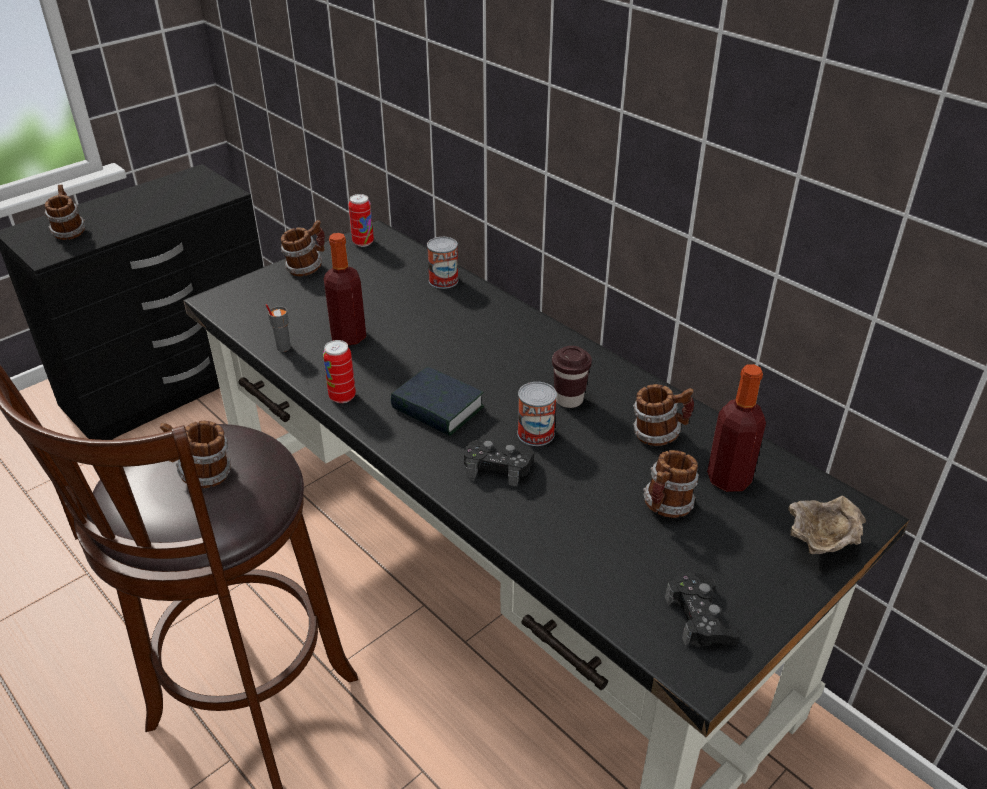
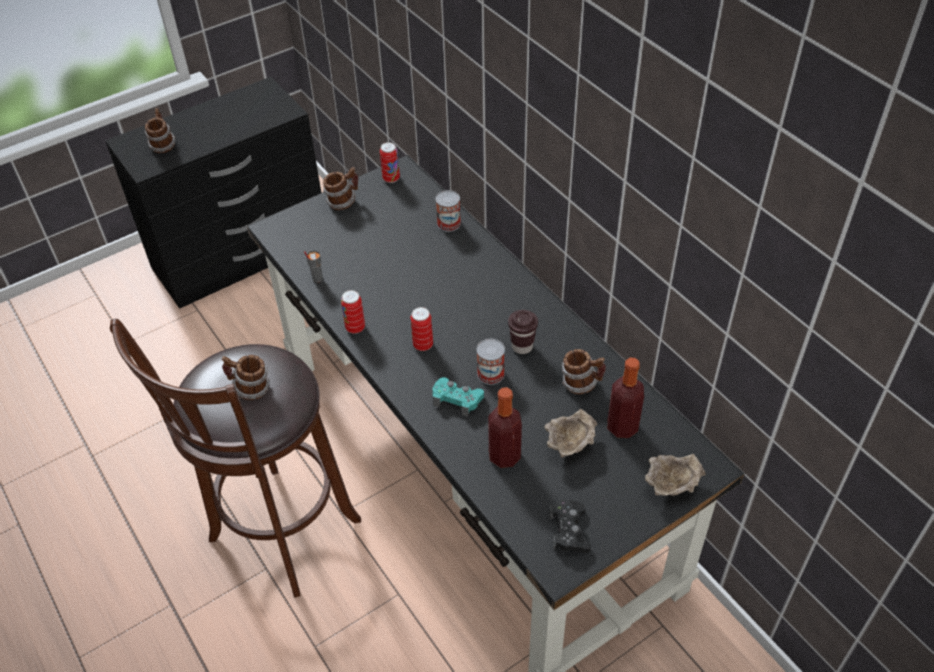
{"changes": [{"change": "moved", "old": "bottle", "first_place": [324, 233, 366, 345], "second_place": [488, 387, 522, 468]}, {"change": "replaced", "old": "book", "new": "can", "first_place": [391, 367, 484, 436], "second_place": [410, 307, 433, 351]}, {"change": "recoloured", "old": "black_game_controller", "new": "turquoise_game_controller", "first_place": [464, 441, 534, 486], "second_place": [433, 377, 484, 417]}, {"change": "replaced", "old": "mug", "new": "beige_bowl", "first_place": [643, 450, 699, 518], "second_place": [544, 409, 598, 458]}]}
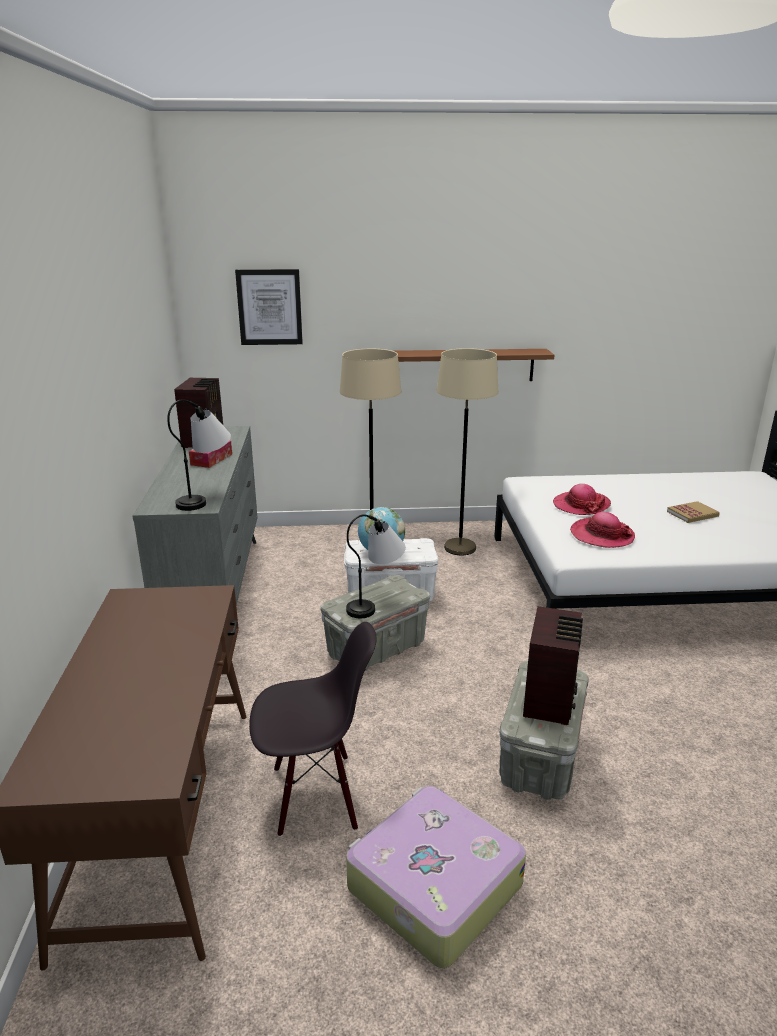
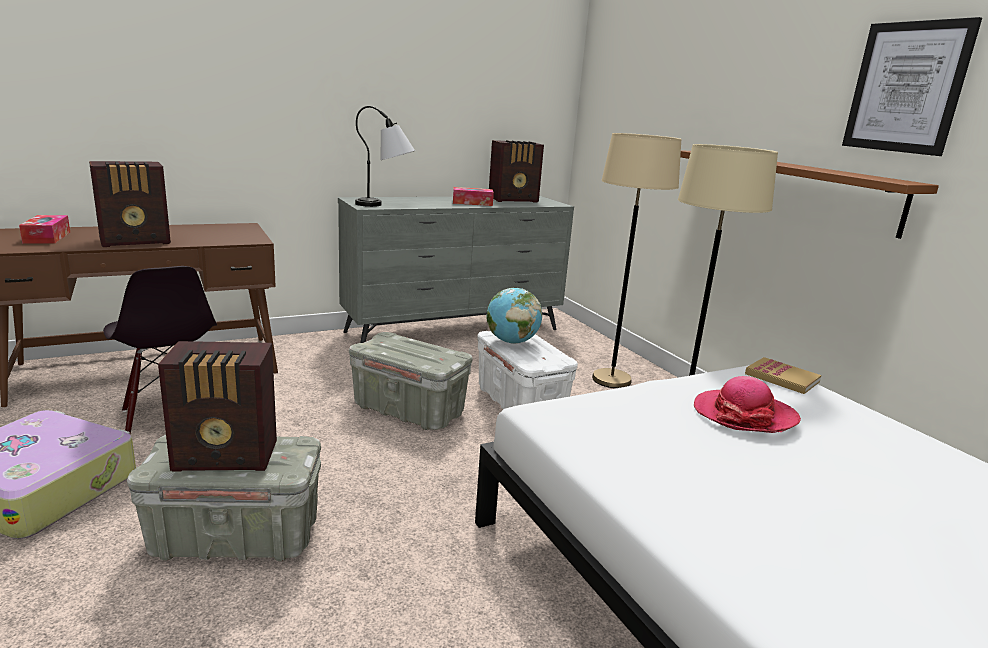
{"changes": [{"change": "moved", "old": "picture", "first_place": [235, 269, 303, 345], "second_place": [842, 17, 982, 156]}, {"change": "moved", "old": "book", "first_place": [667, 501, 720, 523], "second_place": [745, 357, 821, 394]}, {"change": "removed", "old": "hat", "first_place": [570, 512, 635, 548]}, {"change": "removed", "old": "table_lamp", "first_place": [346, 515, 406, 618]}, {"change": "added", "new": "radio", "second_place": [89, 161, 171, 247]}, {"change": "added", "new": "tissue_box", "second_place": [19, 215, 70, 244]}]}
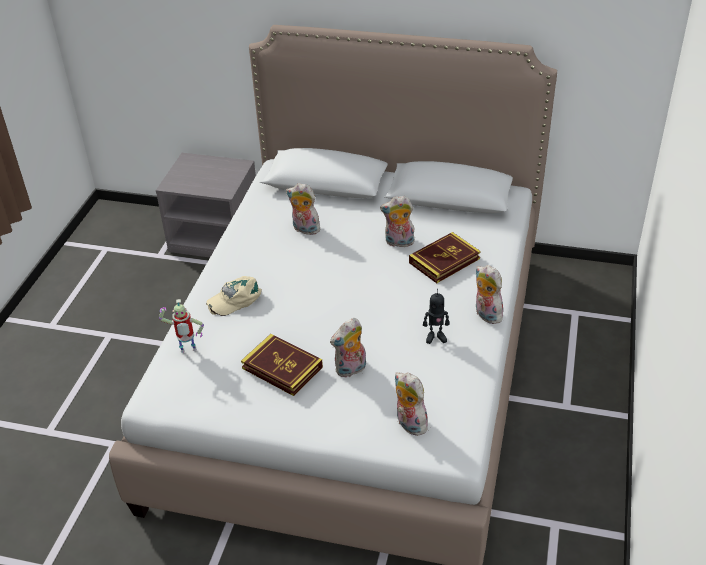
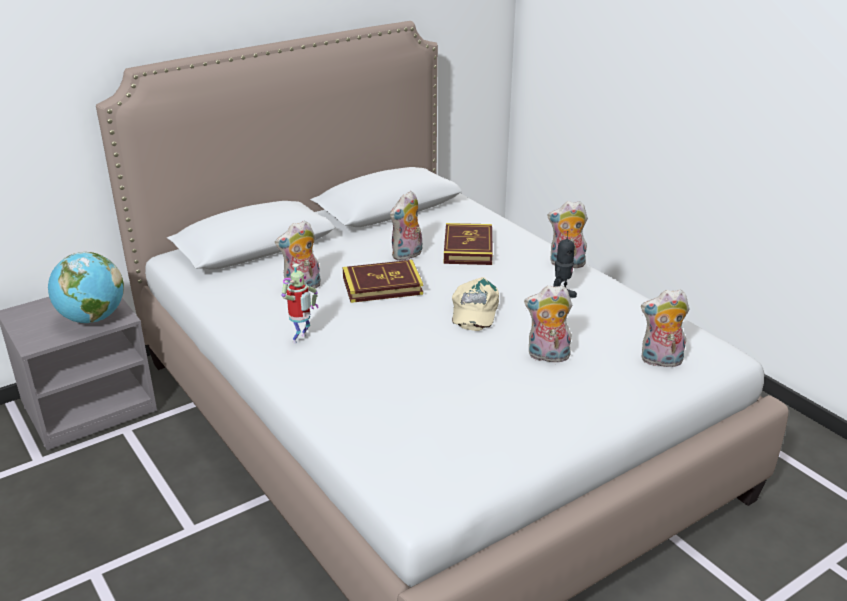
{"changes": [{"change": "moved", "old": "beige_cap", "first_place": [206, 276, 262, 316], "second_place": [452, 277, 499, 331]}, {"change": "moved", "old": "toy_robot", "first_place": [159, 299, 204, 353], "second_place": [281, 263, 318, 344]}, {"change": "turned", "old": "plush_toy", "first_place": [330, 318, 366, 377], "second_place": [524, 285, 572, 363], "degrees": 90}, {"change": "moved", "old": "book", "first_place": [241, 334, 323, 396], "second_place": [343, 260, 423, 303]}, {"change": "added", "new": "globe", "second_place": [48, 252, 124, 323]}]}
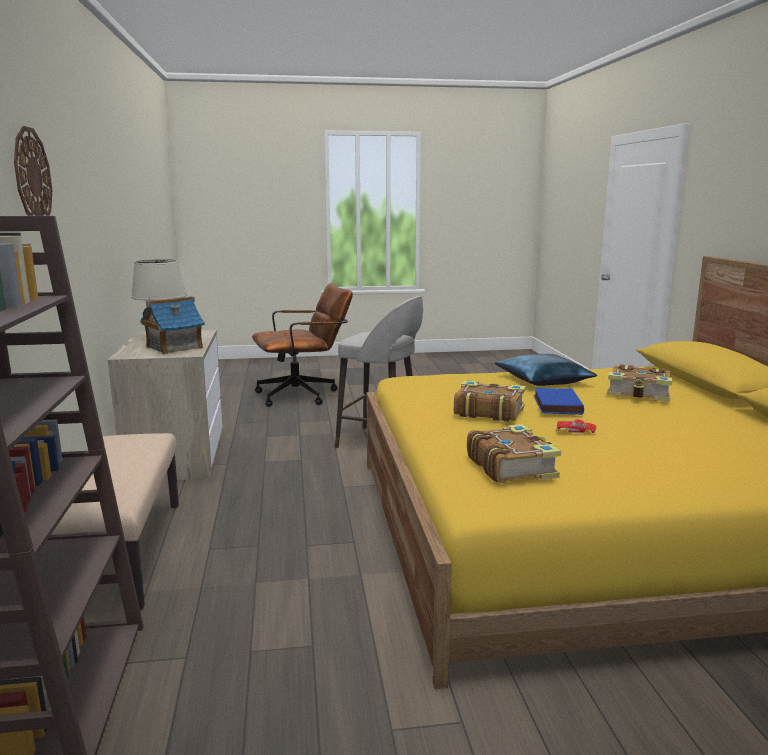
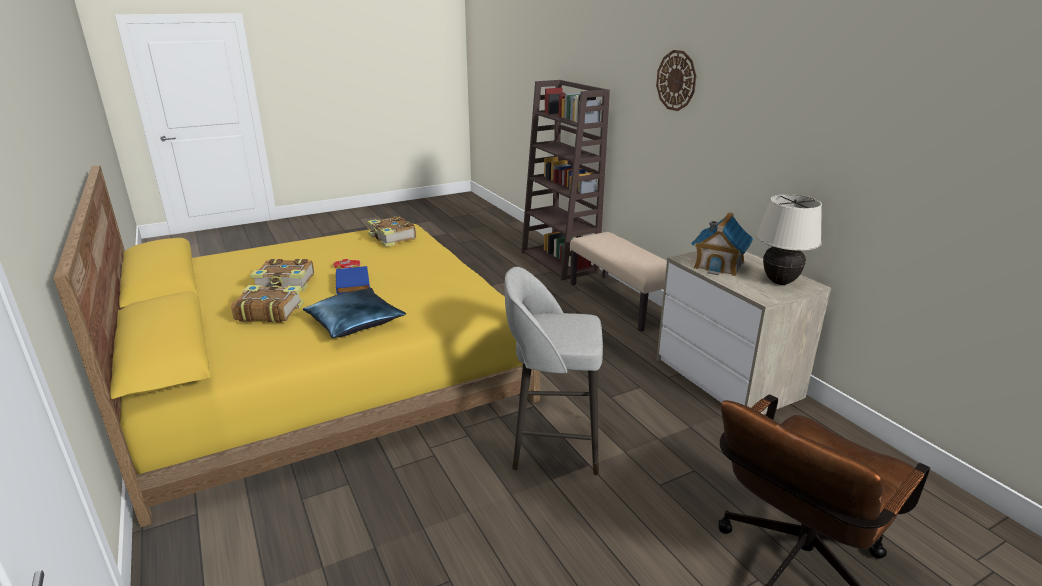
{"changes": [{"change": "moved", "old": "book", "first_place": [454, 380, 526, 422], "second_place": [250, 259, 314, 291]}]}
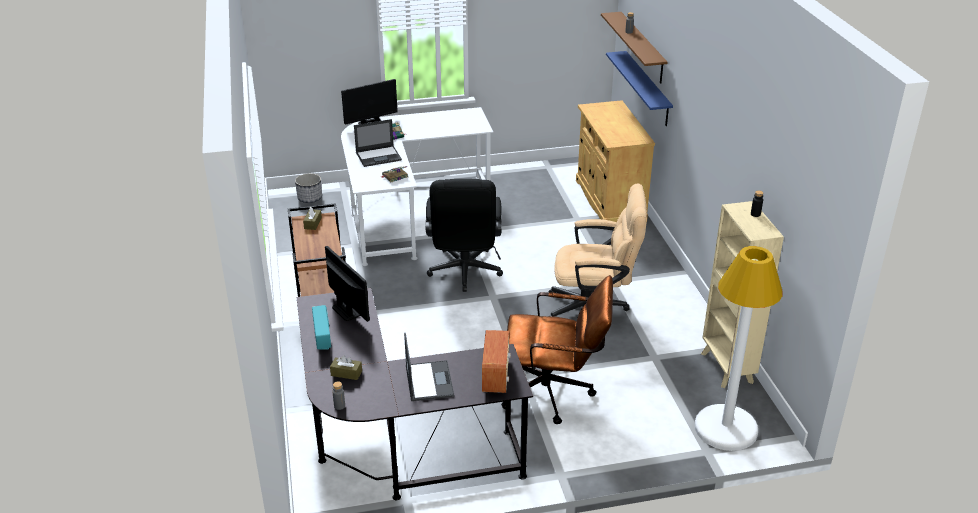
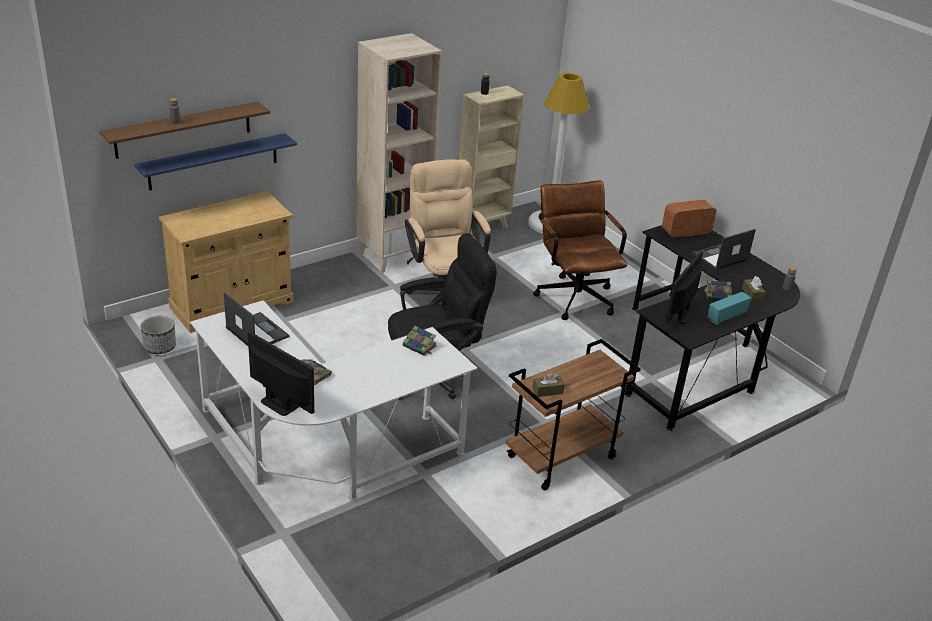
{"changes": [{"change": "moved", "old": "laptop", "first_place": [354, 119, 402, 167], "second_place": [224, 292, 290, 346]}, {"change": "moved", "old": "planter", "first_place": [295, 173, 322, 203], "second_place": [140, 316, 176, 354]}, {"change": "added", "new": "beige_bookcase", "second_place": [356, 33, 442, 273]}, {"change": "added", "new": "book", "second_place": [704, 280, 732, 301]}]}
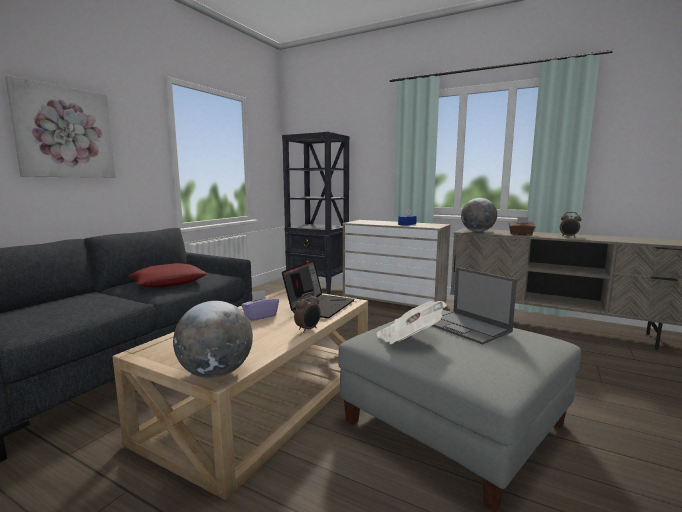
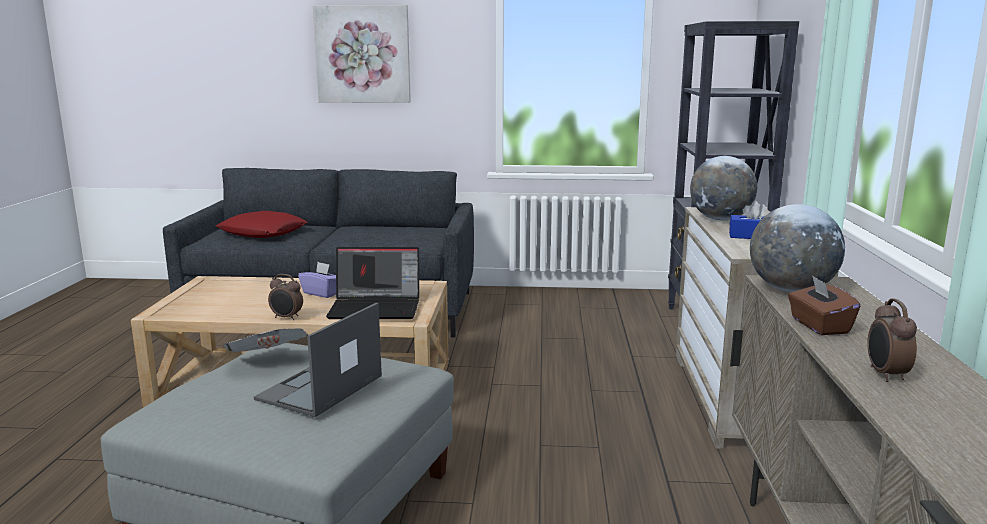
{"changes": [{"change": "moved", "old": "red_pillow", "first_place": [129, 263, 208, 288], "second_place": [216, 211, 308, 238]}, {"change": "moved", "old": "globe", "first_place": [173, 301, 253, 378], "second_place": [690, 156, 757, 220]}]}
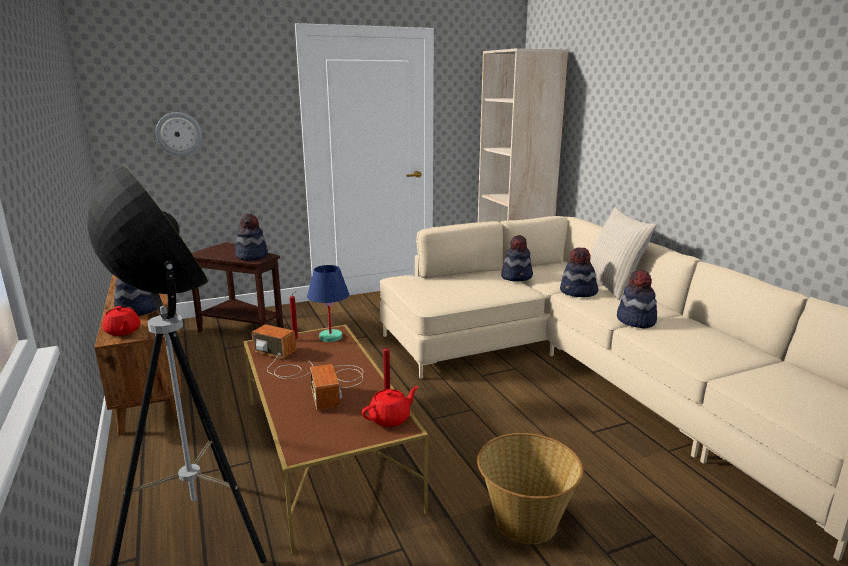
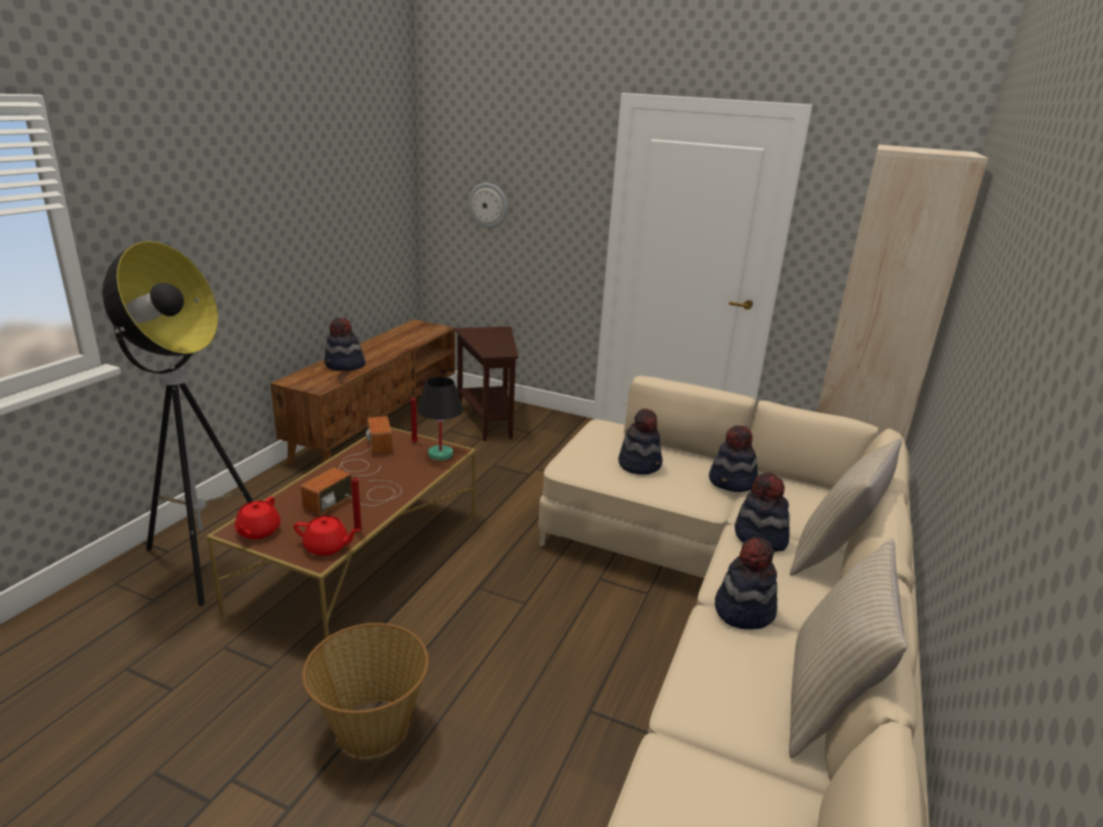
{"changes": [{"change": "moved", "old": "hat", "first_place": [235, 214, 268, 261], "second_place": [618, 408, 663, 475]}, {"change": "recoloured", "old": "blue_table_lamp", "new": "black_table_lamp", "first_place": [307, 265, 349, 342], "second_place": [417, 377, 463, 460]}, {"change": "moved", "old": "red_teapot", "first_place": [102, 306, 140, 336], "second_place": [235, 497, 281, 539]}, {"change": "added", "new": "beige_pillow", "second_place": [789, 538, 908, 758]}]}
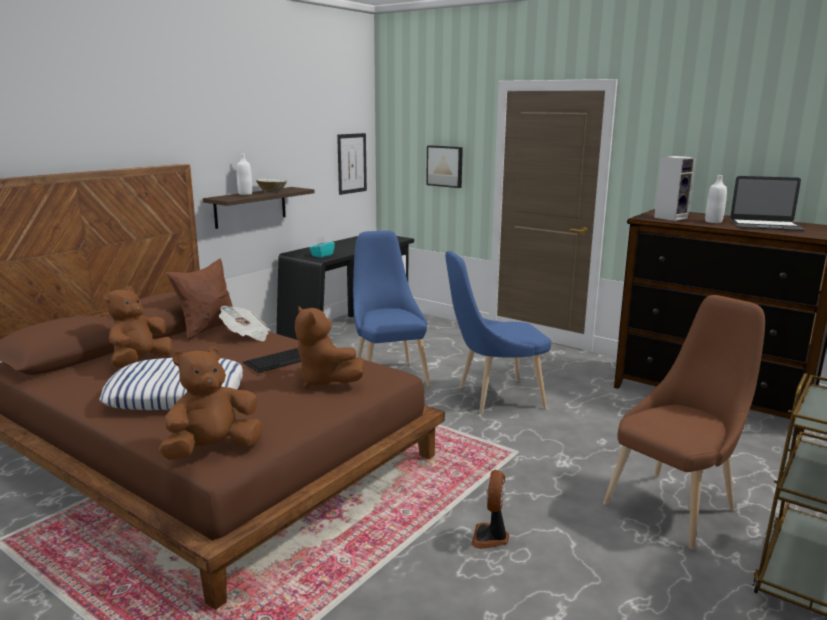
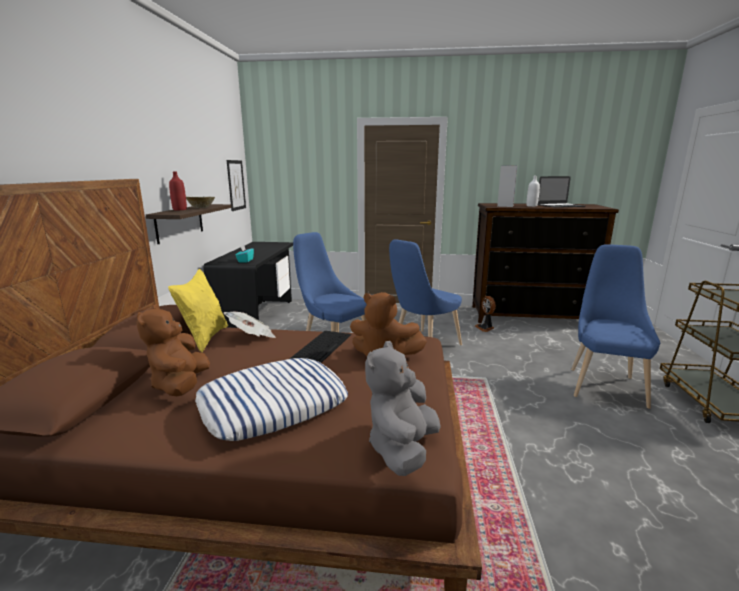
{"changes": [{"change": "removed", "old": "picture", "first_place": [426, 145, 463, 188]}, {"change": "recoloured", "old": "white_bottle", "new": "red_bottle", "first_place": [236, 154, 252, 195], "second_place": [169, 171, 187, 210]}, {"change": "recoloured", "old": "brown_pillow", "new": "yellow_pillow", "first_place": [166, 259, 233, 341], "second_place": [168, 268, 228, 352]}, {"change": "recoloured", "old": "brown_chair", "new": "blue_chair", "first_place": [603, 295, 765, 549], "second_place": [571, 244, 660, 409]}, {"change": "recoloured", "old": "brown_plush_toy", "new": "grey_plush_toy", "first_place": [159, 347, 263, 460], "second_place": [365, 341, 441, 476]}, {"change": "moved", "old": "fan", "first_place": [471, 470, 509, 549], "second_place": [475, 296, 496, 332]}]}
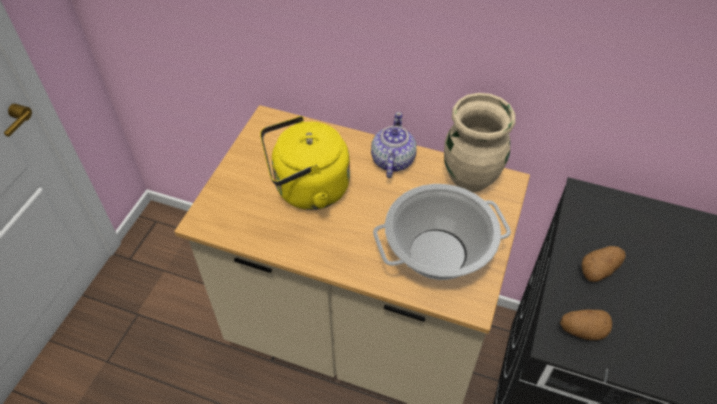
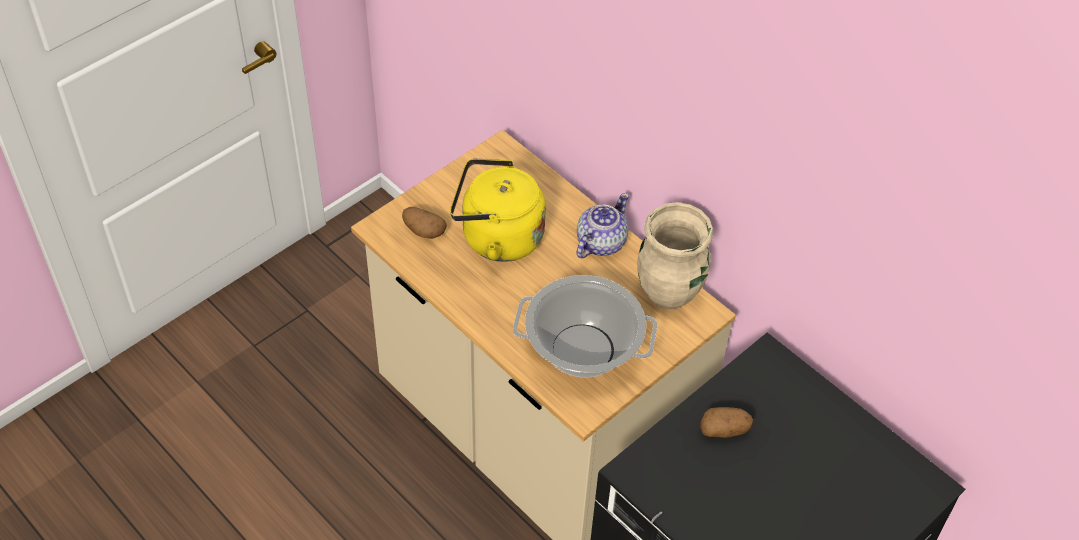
{"changes": [{"change": "moved", "old": "potato", "first_place": [560, 309, 612, 340], "second_place": [402, 207, 447, 239]}]}
